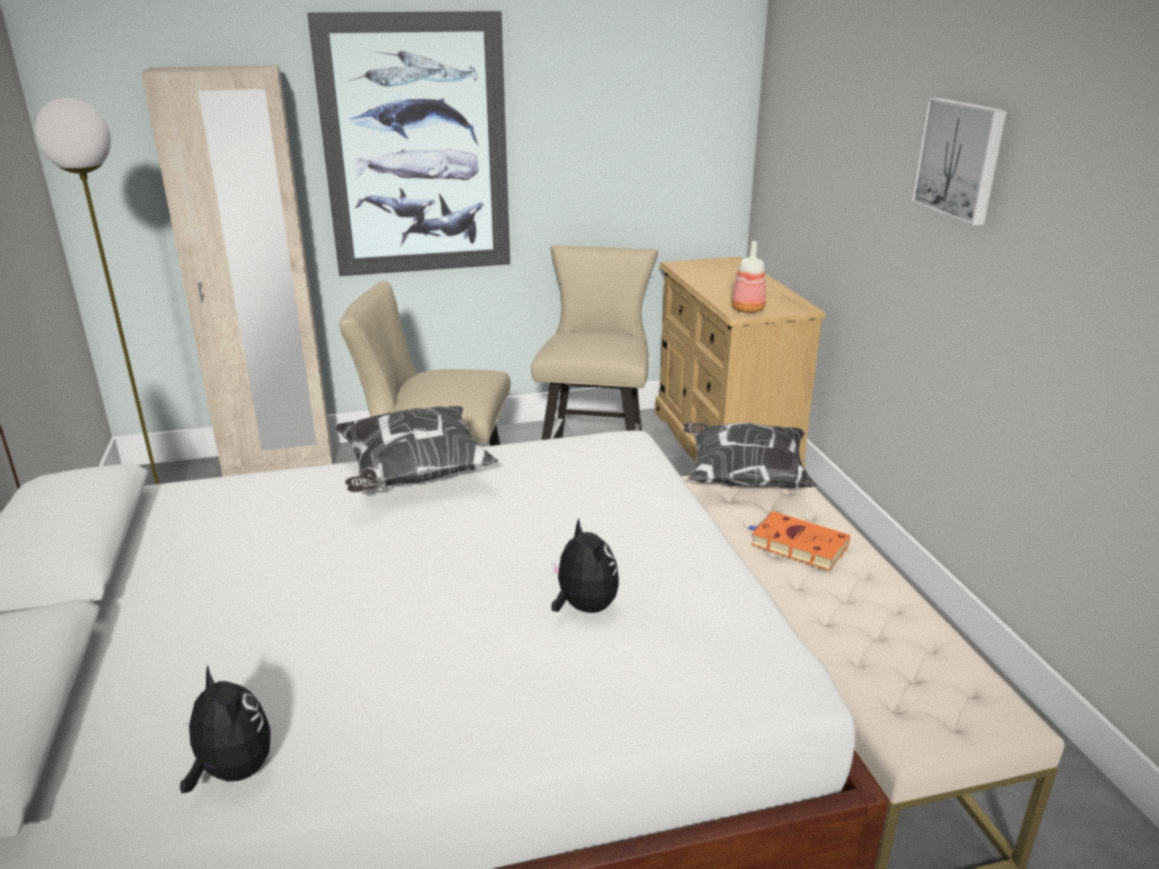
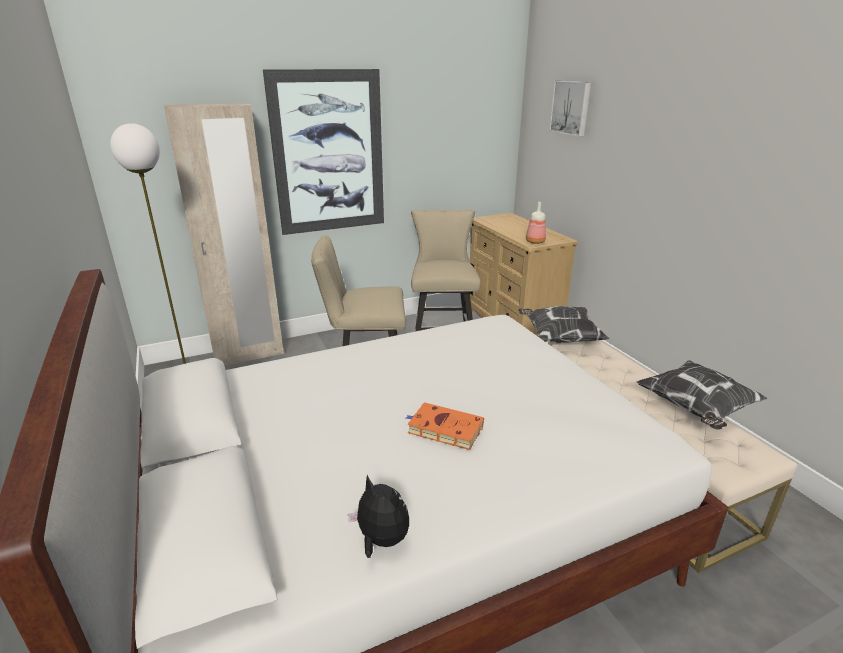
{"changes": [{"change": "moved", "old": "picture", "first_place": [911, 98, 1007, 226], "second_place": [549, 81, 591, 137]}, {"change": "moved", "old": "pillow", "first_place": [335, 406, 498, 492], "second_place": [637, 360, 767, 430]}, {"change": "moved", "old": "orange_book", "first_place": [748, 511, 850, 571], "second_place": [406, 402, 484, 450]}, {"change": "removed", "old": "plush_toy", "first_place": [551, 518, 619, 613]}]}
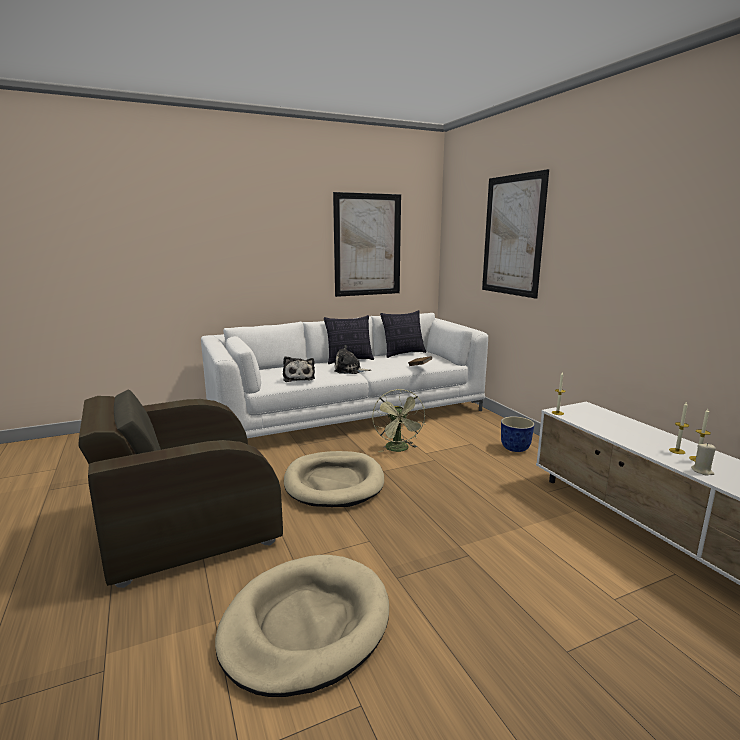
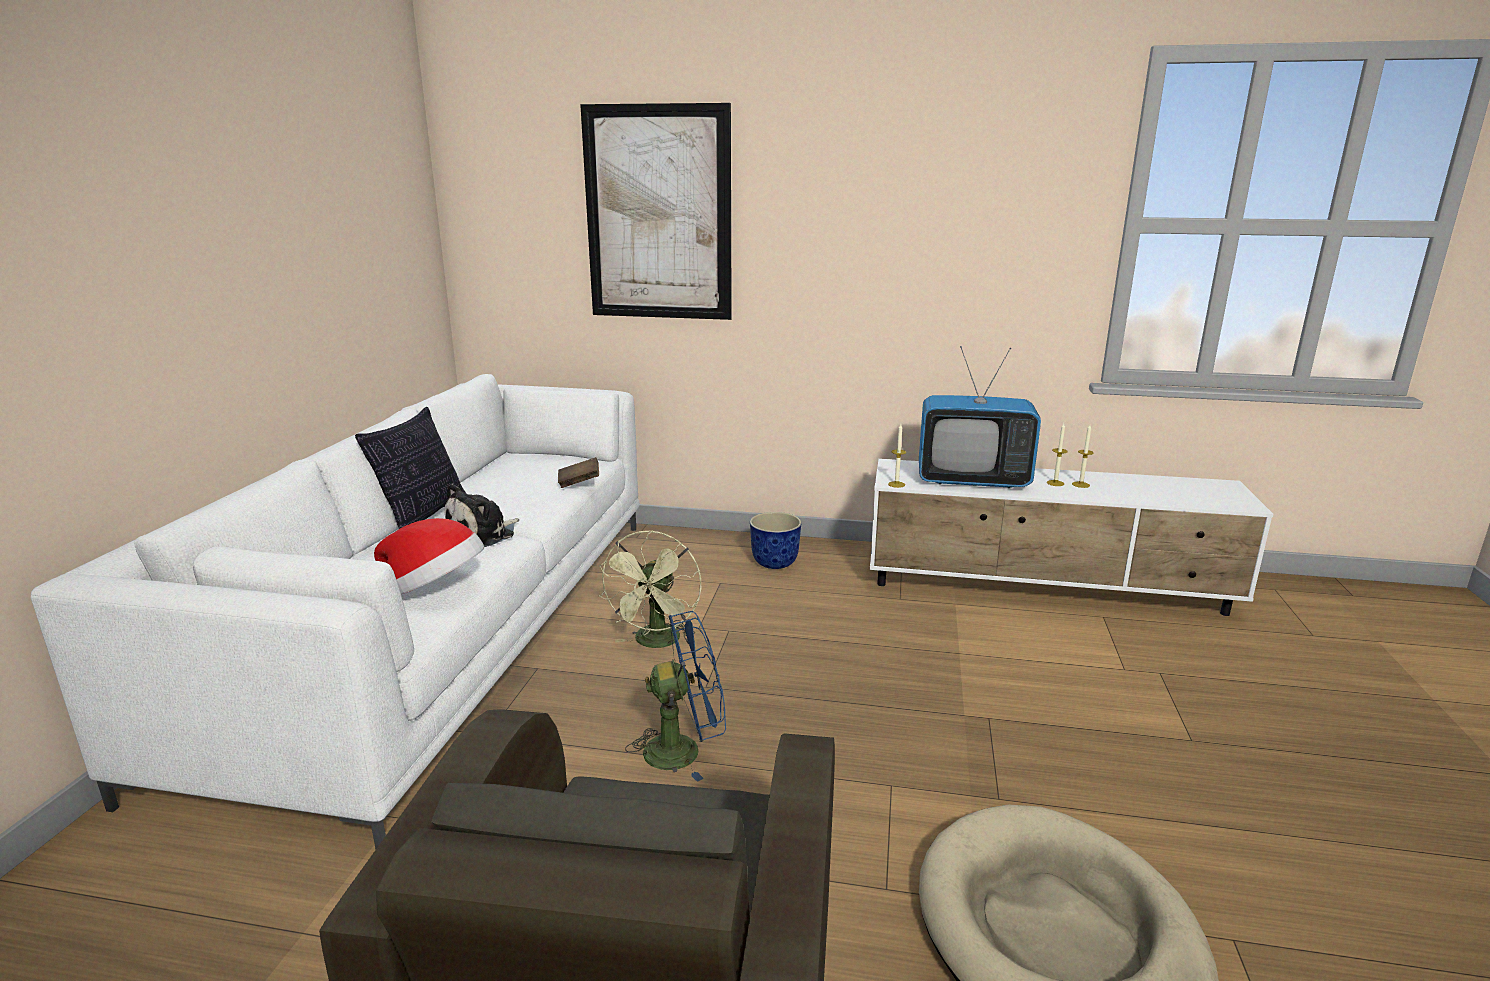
{"changes": [{"change": "removed", "old": "picture", "first_place": [333, 192, 401, 297]}, {"change": "removed", "old": "pillow", "first_place": [380, 310, 426, 358]}, {"change": "replaced", "old": "plush_toy", "new": "hat", "first_place": [283, 356, 315, 382], "second_place": [374, 518, 484, 594]}, {"change": "turned", "old": "green_fan", "first_place": [372, 389, 426, 452], "second_place": [599, 530, 701, 648], "degrees": 75}, {"change": "removed", "old": "beige_candle", "first_place": [691, 443, 716, 476]}, {"change": "replaced", "old": "beige_dog_bed", "new": "blue_fan", "first_place": [284, 451, 384, 507], "second_place": [625, 611, 726, 782]}, {"change": "added", "new": "television", "second_place": [919, 346, 1041, 488]}]}
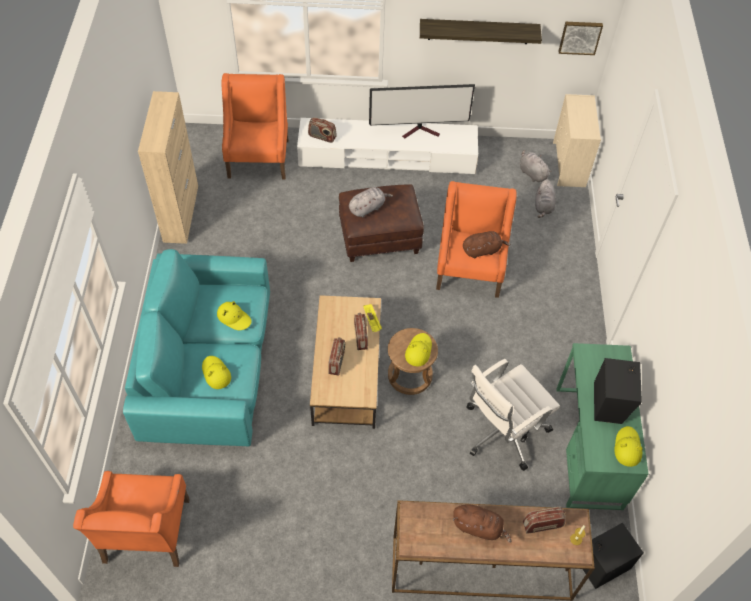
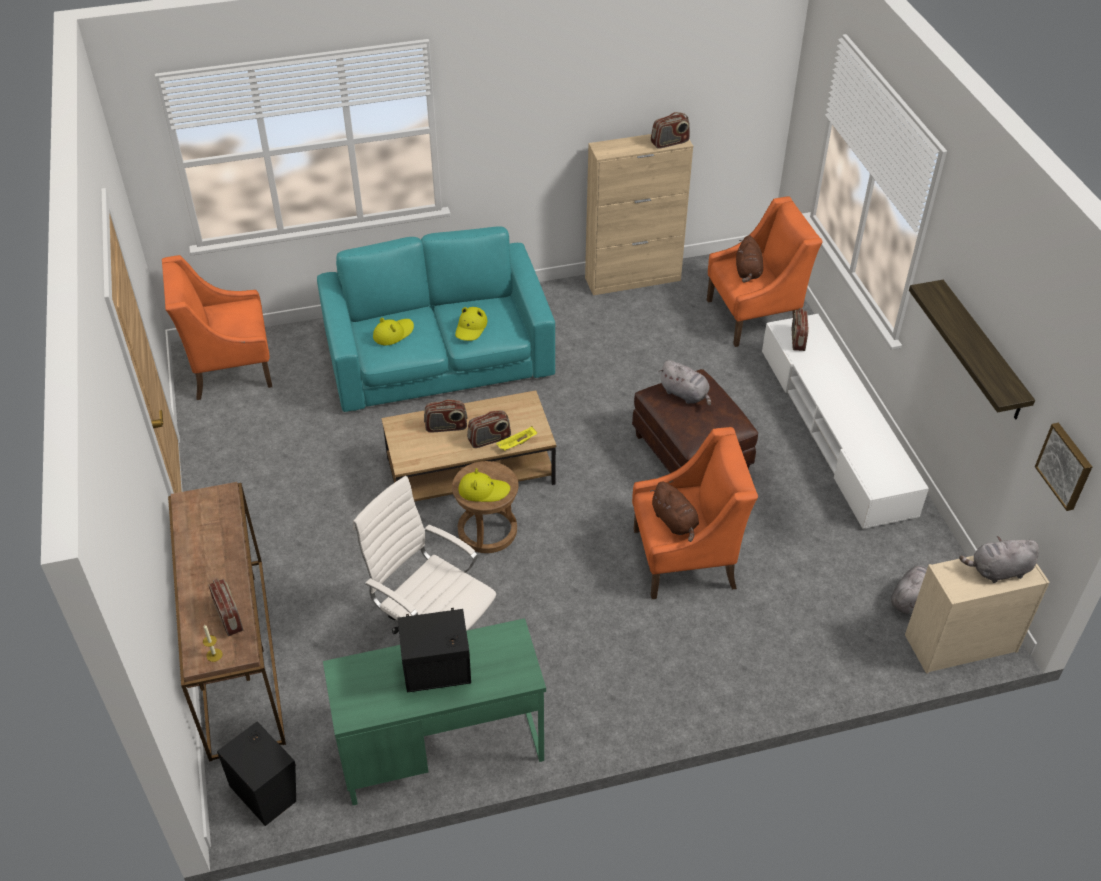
{"changes": [{"change": "removed", "old": "television", "first_place": [369, 84, 475, 138]}, {"change": "moved", "old": "grey_plush_toy", "first_place": [535, 179, 556, 218], "second_place": [959, 536, 1039, 583]}, {"change": "removed", "old": "yellow_hat", "first_place": [614, 426, 643, 467]}, {"change": "moved", "old": "brown_plush_toy", "first_place": [453, 504, 511, 543], "second_place": [736, 235, 763, 282]}, {"change": "added", "new": "radio", "second_place": [651, 112, 690, 149]}]}
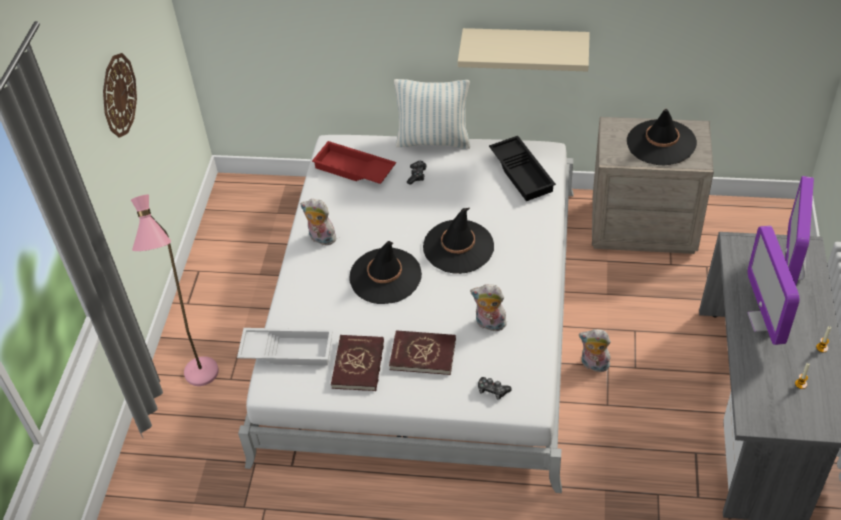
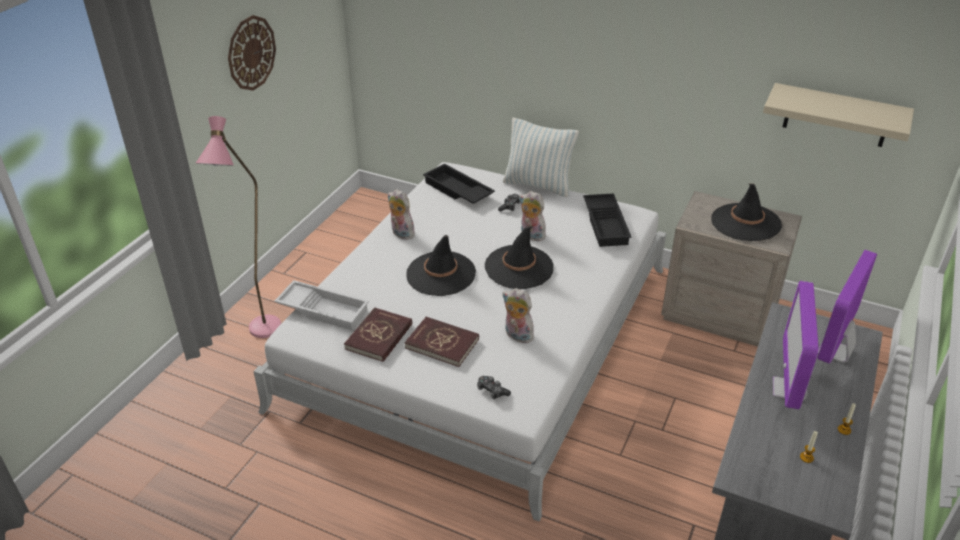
{"changes": [{"change": "moved", "old": "beige_shelf", "first_place": [458, 28, 590, 72], "second_place": [763, 83, 914, 147]}, {"change": "recoloured", "old": "red_tray", "new": "black_tray", "first_place": [312, 141, 396, 184], "second_place": [423, 164, 495, 204]}, {"change": "moved", "old": "plush_toy", "first_place": [579, 329, 612, 372], "second_place": [519, 191, 548, 241]}]}
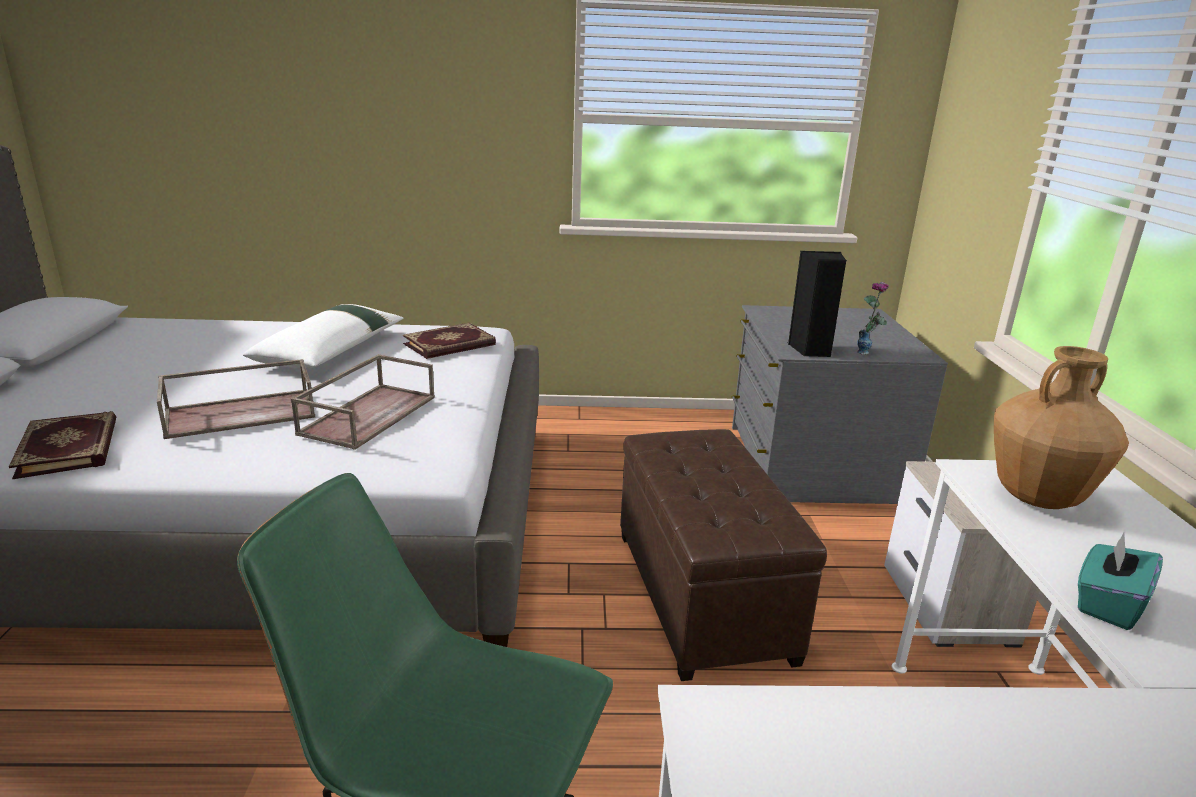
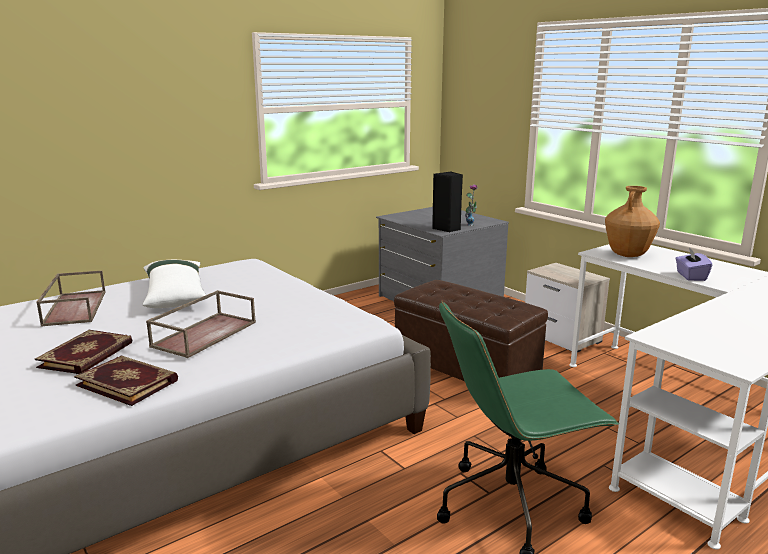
{"changes": [{"change": "moved", "old": "book", "first_place": [403, 323, 496, 359], "second_place": [35, 330, 132, 374]}, {"change": "moved", "old": "brown_tray", "first_place": [291, 354, 435, 450], "second_place": [36, 271, 105, 327]}, {"change": "recoloured", "old": "turquoise_tissue_box", "new": "purple_tissue_box", "first_place": [1078, 533, 1163, 630], "second_place": [675, 248, 712, 281]}]}
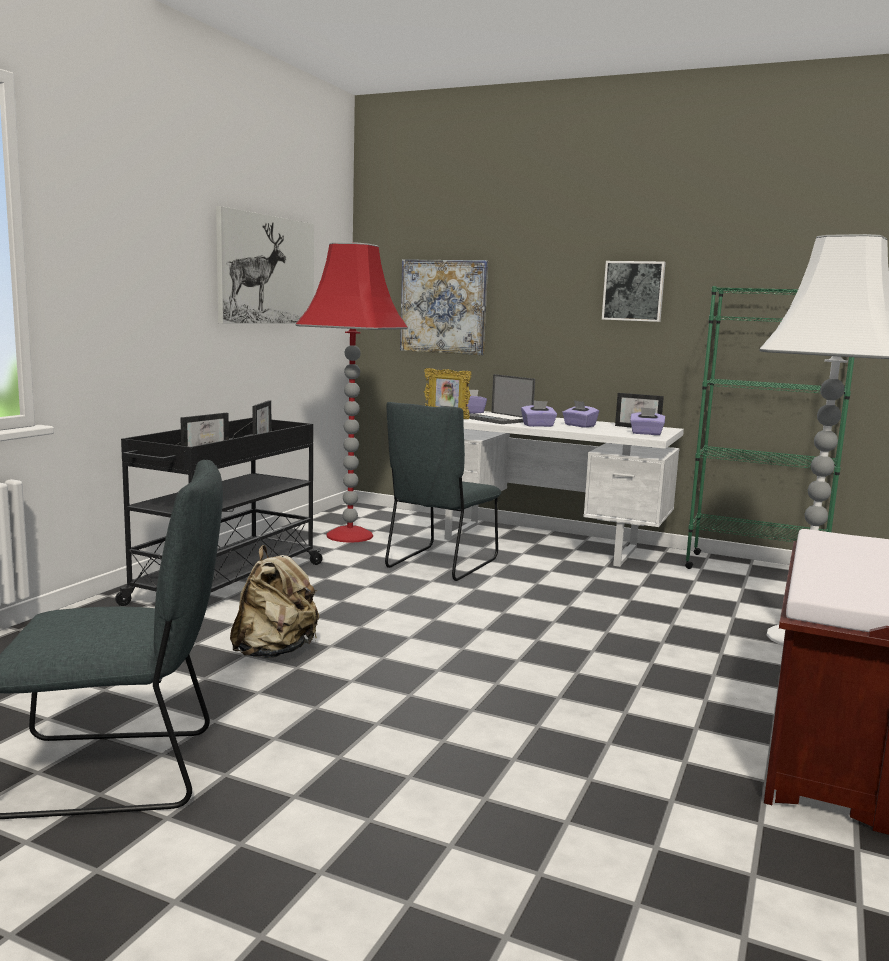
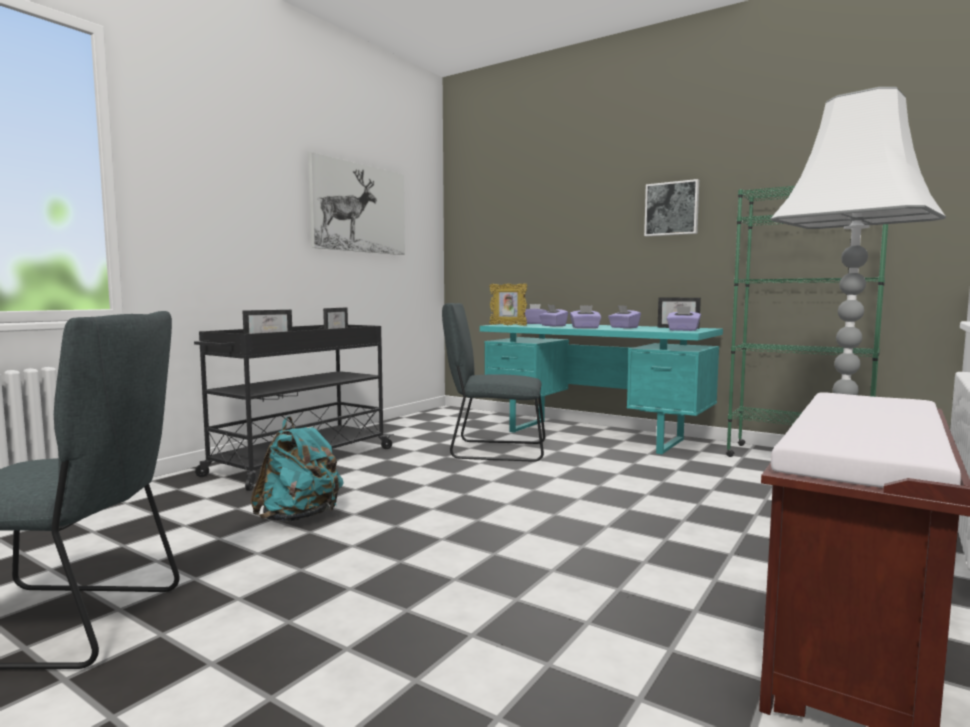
{"changes": [{"change": "removed", "old": "red_floor_lamp", "first_place": [296, 242, 408, 543]}, {"change": "removed", "old": "picture", "first_place": [400, 259, 488, 355]}, {"change": "replaced", "old": "laptop", "new": "purple_tissue_box", "first_place": [469, 374, 535, 424], "second_place": [539, 305, 568, 326]}, {"change": "turned", "old": "grey_chair", "first_place": [385, 402, 501, 581], "second_place": [442, 303, 545, 462], "degrees": 60}, {"change": "recoloured", "old": "white_desk", "new": "turquoise_desk", "first_place": [445, 411, 684, 567], "second_place": [480, 324, 723, 454]}, {"change": "recoloured", "old": "beige_backpack", "new": "turquoise_backpack", "first_place": [230, 545, 319, 658], "second_place": [251, 416, 344, 522]}]}
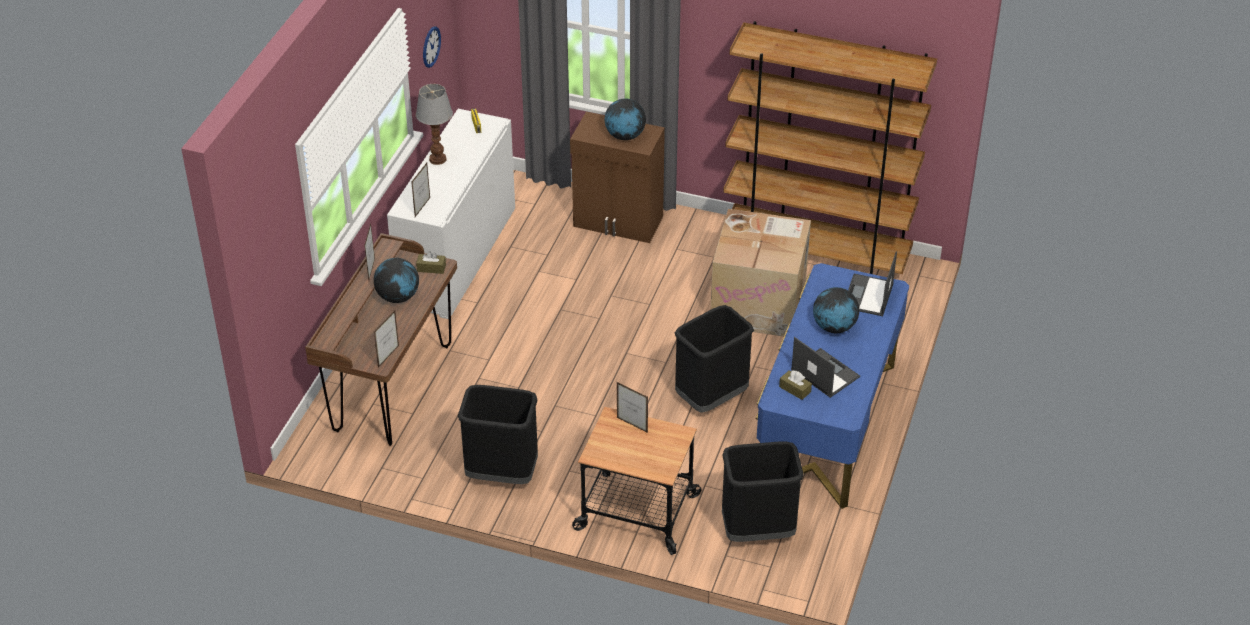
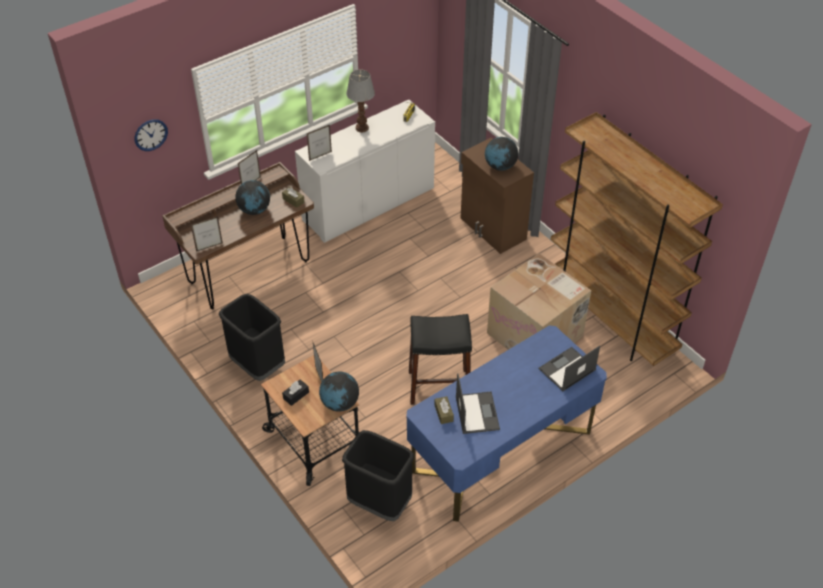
{"changes": [{"change": "moved", "old": "wall_clock", "first_place": [423, 26, 441, 68], "second_place": [134, 119, 168, 151]}, {"change": "moved", "old": "globe", "first_place": [813, 287, 859, 333], "second_place": [319, 372, 359, 412]}, {"change": "replaced", "old": "black_trash_can", "new": "black_stool", "first_place": [675, 305, 754, 413], "second_place": [409, 314, 472, 405]}, {"change": "added", "new": "black_tissue_box", "second_place": [282, 380, 309, 406]}]}
